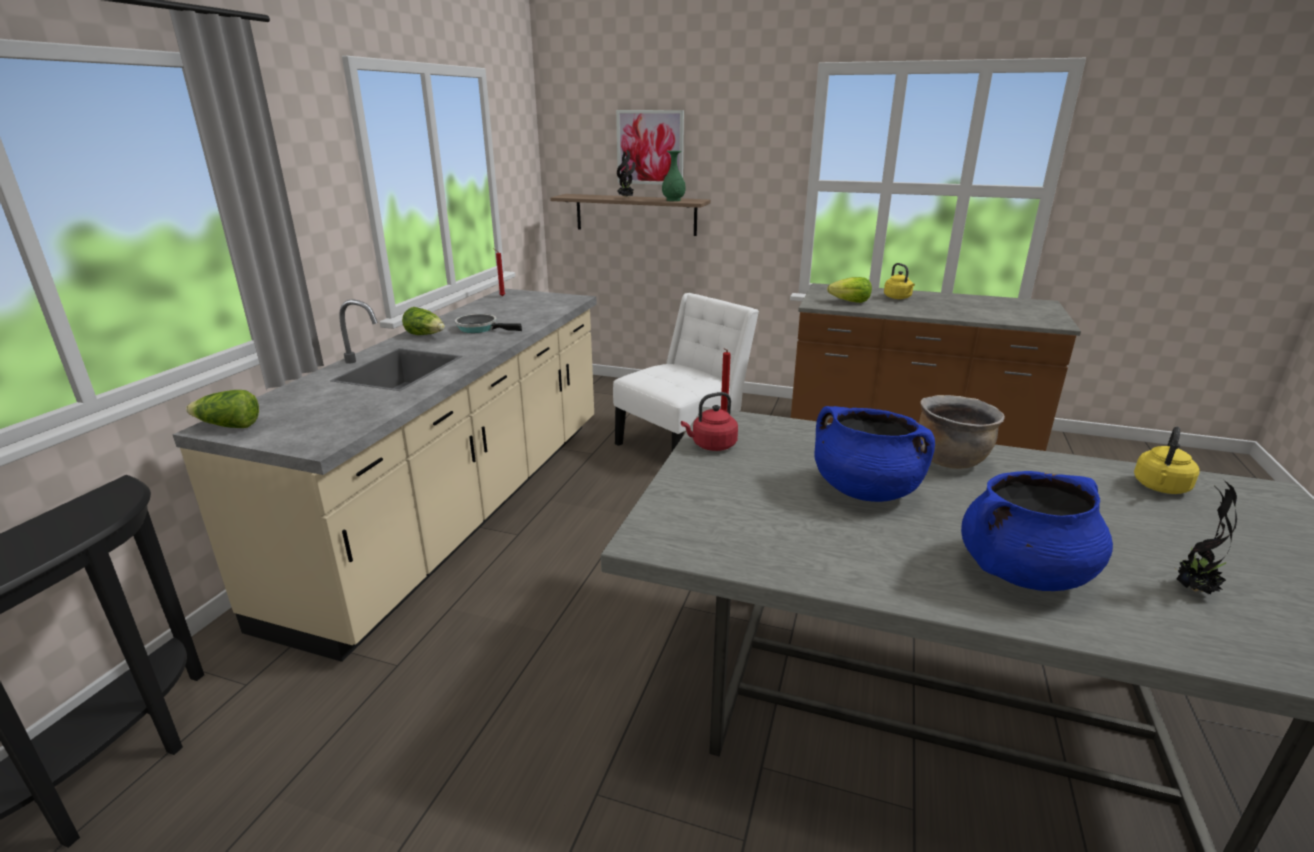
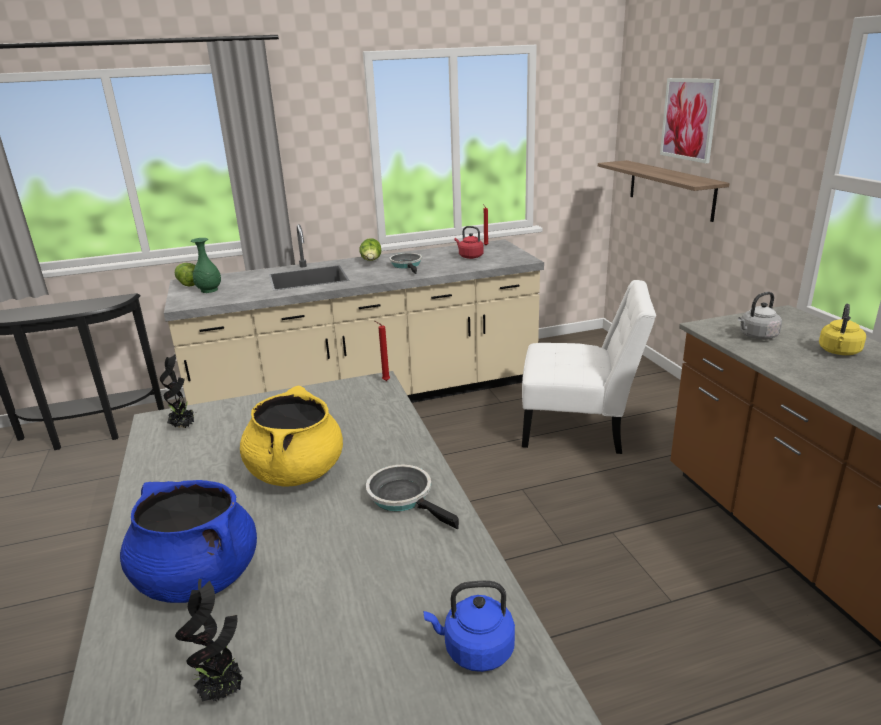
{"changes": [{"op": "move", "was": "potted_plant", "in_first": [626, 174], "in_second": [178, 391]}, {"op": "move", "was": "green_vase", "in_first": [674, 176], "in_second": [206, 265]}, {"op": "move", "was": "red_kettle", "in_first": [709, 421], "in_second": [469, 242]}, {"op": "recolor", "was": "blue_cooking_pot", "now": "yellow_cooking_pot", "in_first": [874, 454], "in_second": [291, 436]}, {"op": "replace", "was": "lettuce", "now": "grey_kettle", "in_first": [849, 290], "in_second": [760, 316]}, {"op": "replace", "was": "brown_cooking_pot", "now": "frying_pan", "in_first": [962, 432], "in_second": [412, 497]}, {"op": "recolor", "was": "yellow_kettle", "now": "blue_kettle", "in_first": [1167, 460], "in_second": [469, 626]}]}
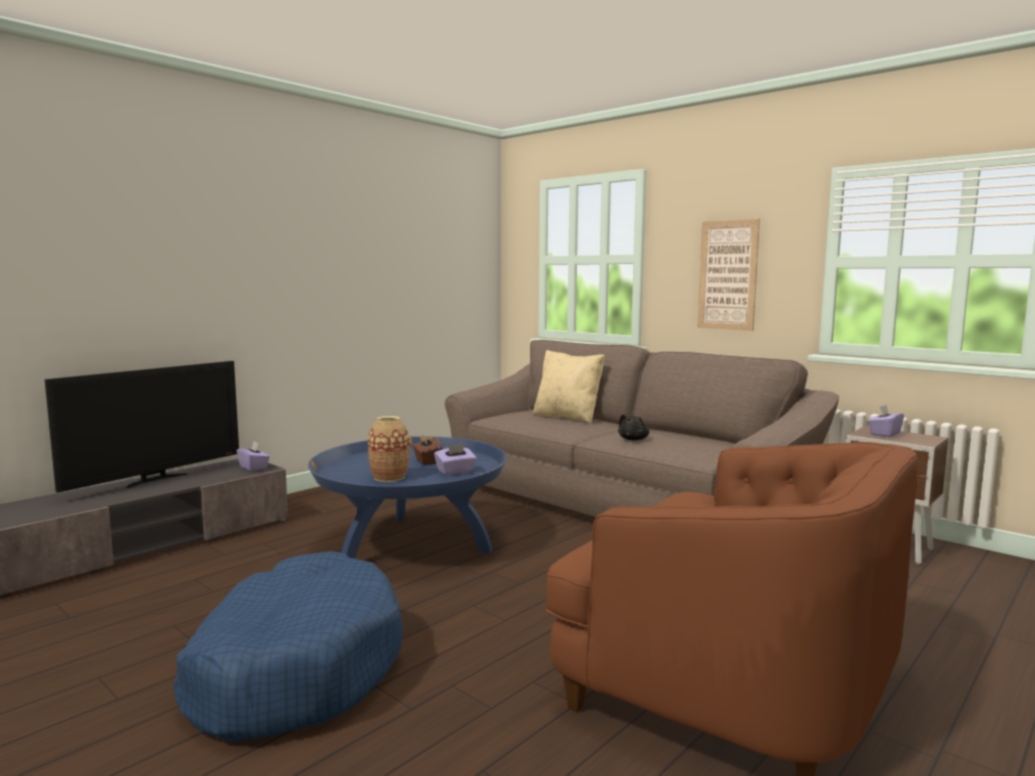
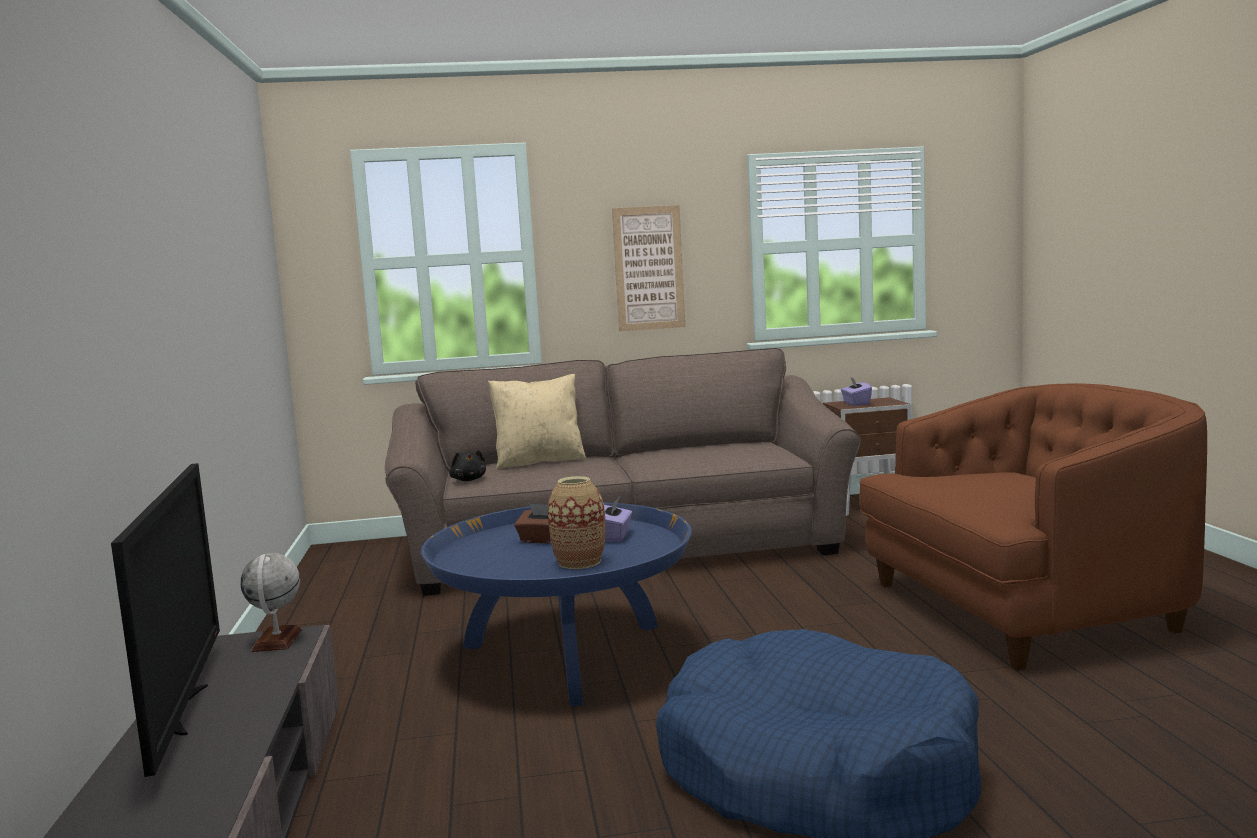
{"changes": [{"op": "replace", "was": "purple_tissue_box", "now": "globe", "in_first": [253, 456], "in_second": [271, 602]}, {"op": "move", "was": "black_plush_toy", "in_first": [633, 427], "in_second": [467, 465]}]}
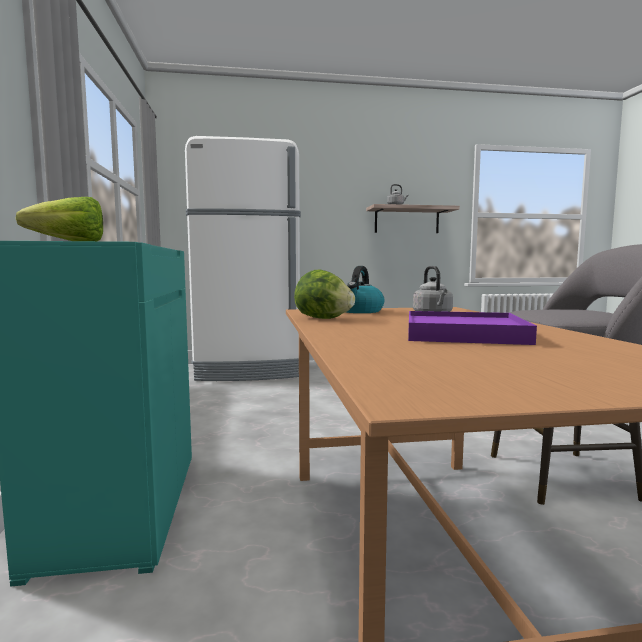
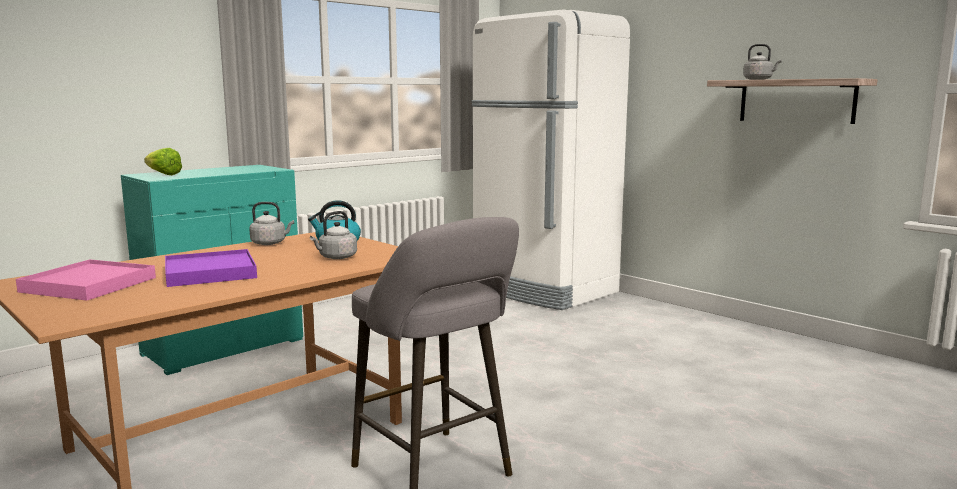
{"changes": [{"op": "replace", "was": "lettuce", "now": "grey_kettle", "in_first": [324, 294], "in_second": [271, 223]}, {"op": "insert", "now": "pink_tray", "in_second": [86, 280]}]}
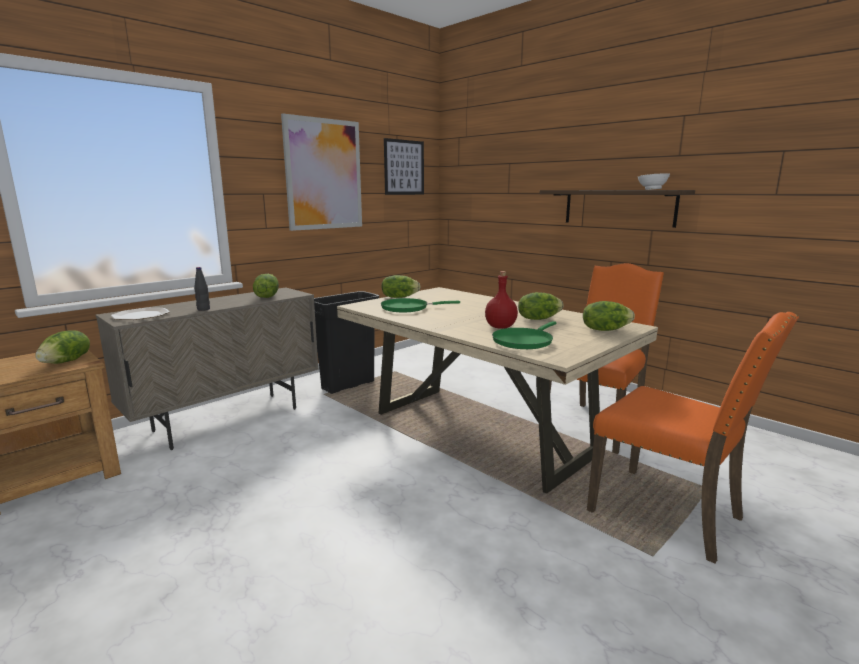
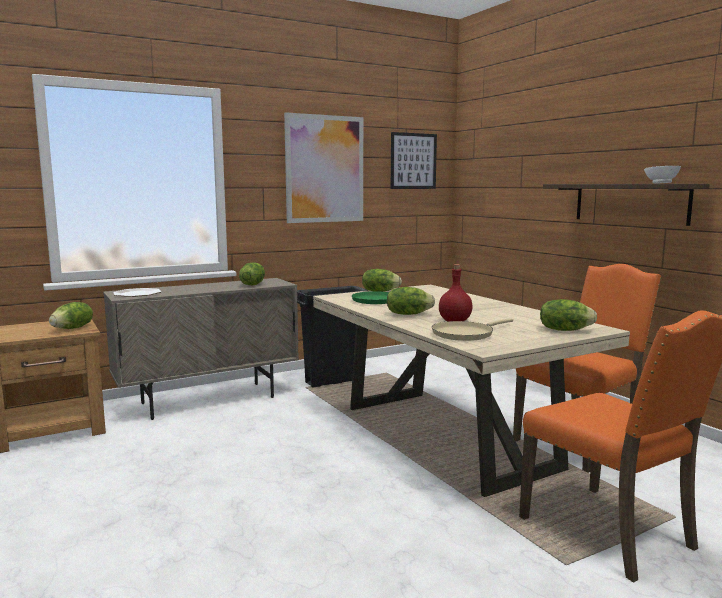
{"changes": [{"op": "delete", "was": "black_bottle", "in_first": [202, 289]}, {"op": "recolor", "was": "green_frying_pan", "now": "beige_frying_pan", "in_first": [524, 335], "in_second": [472, 329]}, {"op": "move", "was": "lettuce", "in_first": [541, 306], "in_second": [411, 301]}]}
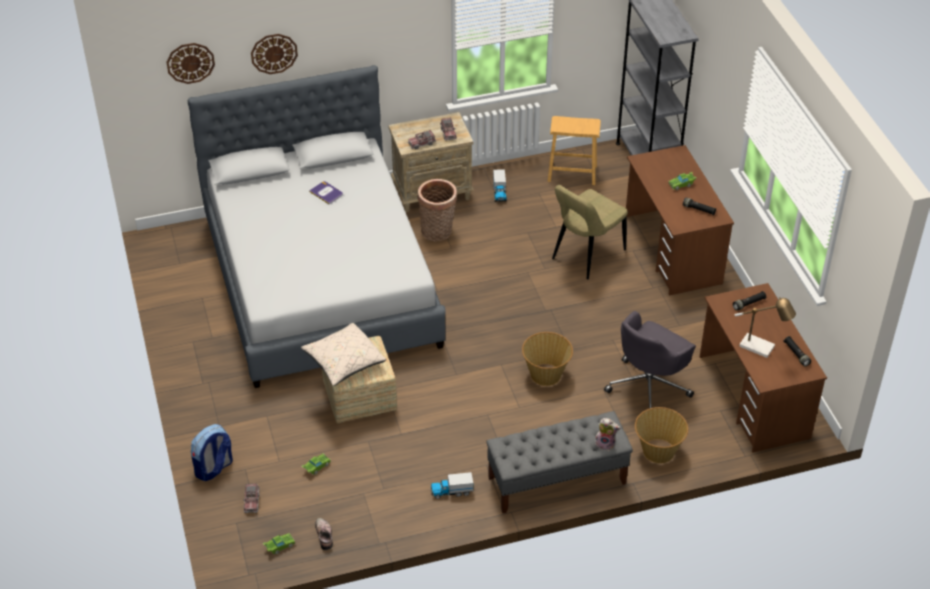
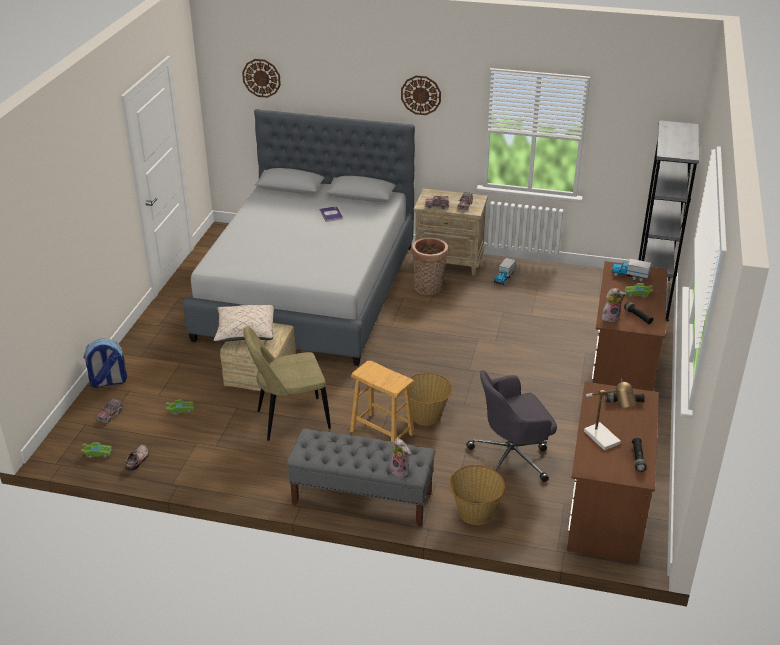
{"changes": [{"op": "move", "was": "wall_clock", "in_first": [274, 54], "in_second": [421, 95]}, {"op": "move", "was": "toy_truck", "in_first": [452, 485], "in_second": [631, 270]}, {"op": "move", "was": "brown_stool", "in_first": [574, 150], "in_second": [382, 401]}, {"op": "move", "was": "beige_chair", "in_first": [590, 232], "in_second": [287, 384]}, {"op": "insert", "now": "plush_toy", "in_second": [614, 305]}]}
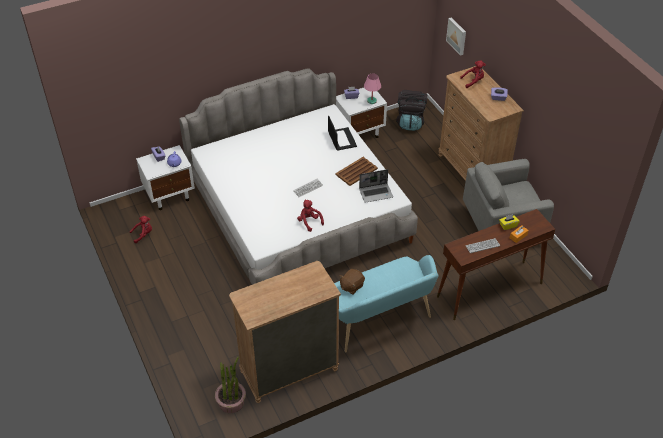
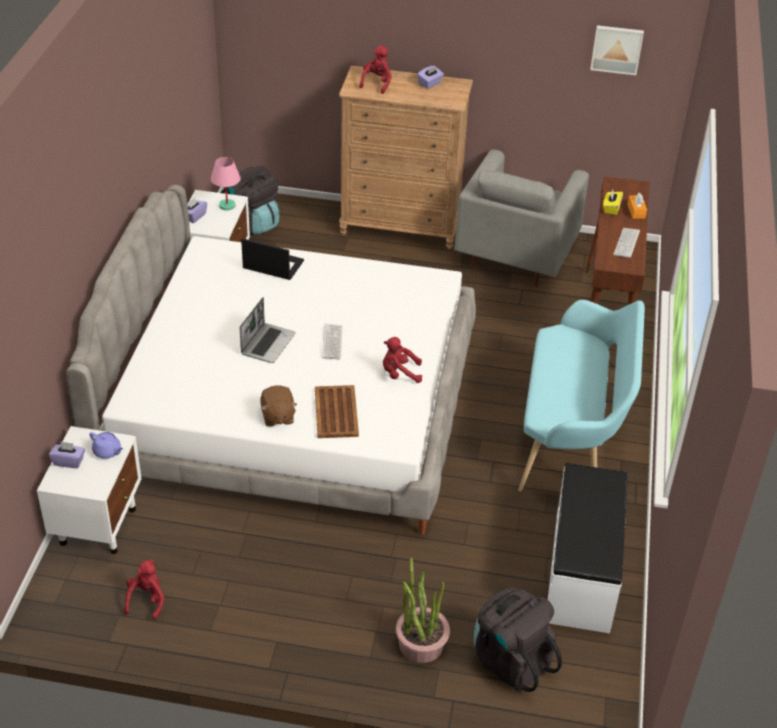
{"changes": [{"op": "move", "was": "potted_plant", "in_first": [230, 384], "in_second": [423, 610]}, {"op": "replace", "was": "brown_dresser", "now": "white_bench", "in_first": [285, 332], "in_second": [588, 548]}, {"op": "move", "was": "brown_tray", "in_first": [357, 171], "in_second": [337, 411]}, {"op": "move", "was": "brown_plush_toy", "in_first": [352, 281], "in_second": [278, 406]}, {"op": "move", "was": "laptop", "in_first": [376, 186], "in_second": [268, 330]}, {"op": "move", "was": "picture", "in_first": [456, 36], "in_second": [617, 50]}, {"op": "insert", "now": "black_backpack", "in_second": [518, 639]}]}
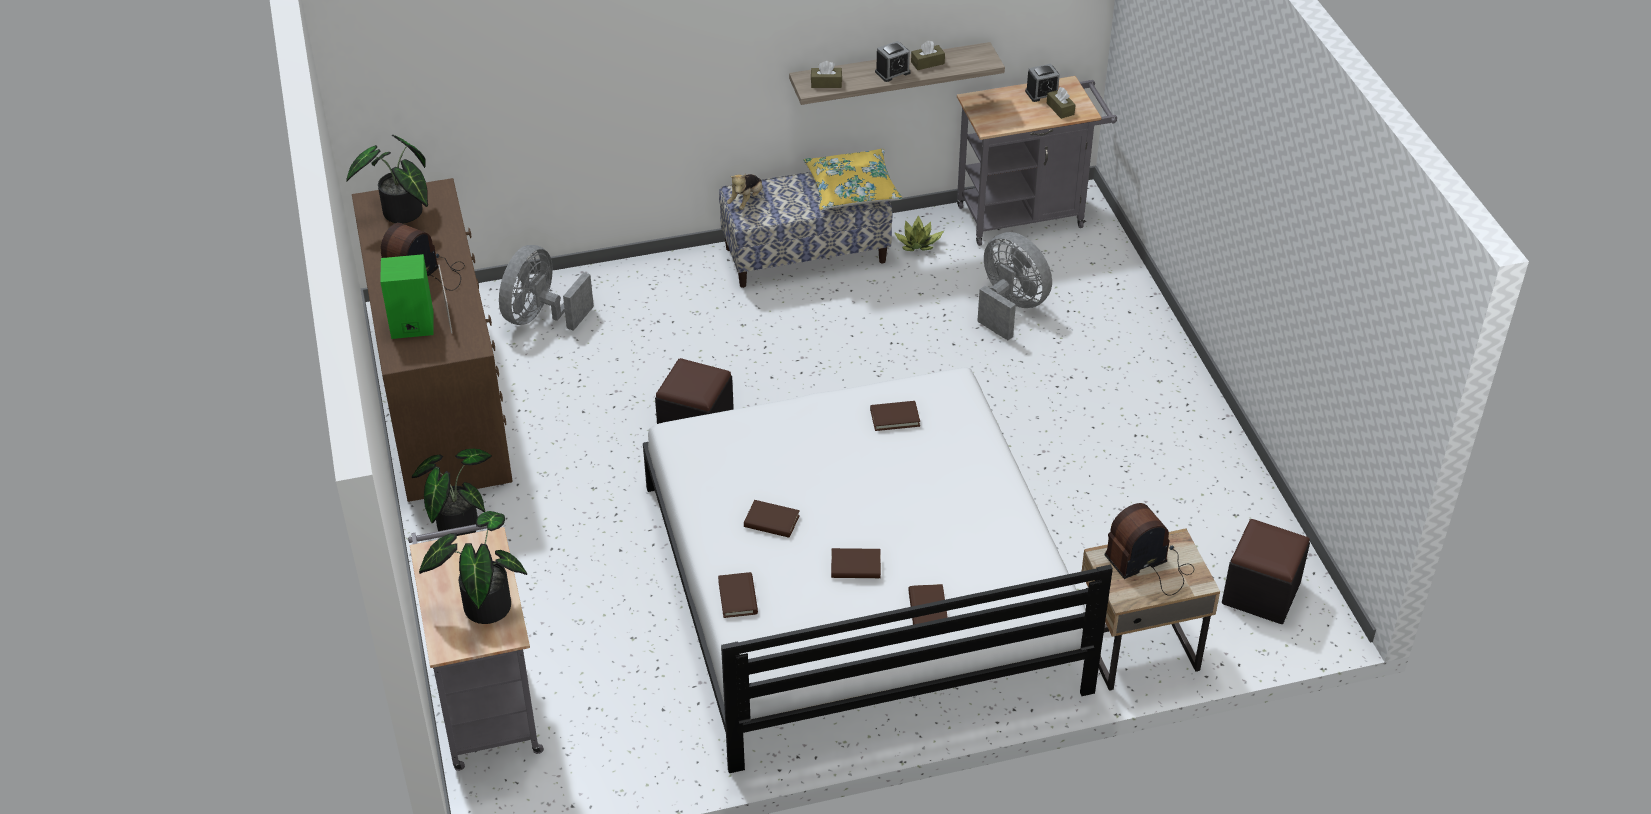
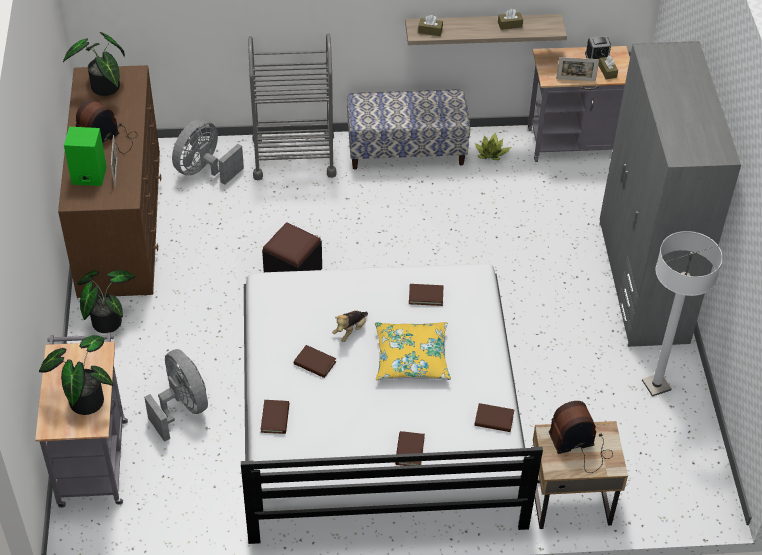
{"changes": [{"op": "move", "was": "plush_toy", "in_first": [745, 192], "in_second": [350, 326]}, {"op": "move", "was": "yellow_pillow", "in_first": [853, 179], "in_second": [413, 351]}, {"op": "move", "was": "brown_book", "in_first": [856, 563], "in_second": [494, 417]}, {"op": "delete", "was": "alarm_clock", "in_first": [893, 61]}, {"op": "move", "was": "grey_fan", "in_first": [1014, 286], "in_second": [176, 395]}, {"op": "delete", "was": "black_ottoman", "in_first": [1266, 571]}, {"op": "insert", "now": "grey_cart", "in_second": [292, 107]}, {"op": "insert", "now": "picture_frame", "in_second": [577, 69]}, {"op": "insert", "now": "grey_wardrobe", "in_second": [670, 194]}, {"op": "insert", "now": "white_floor_lamp", "in_second": [682, 313]}]}
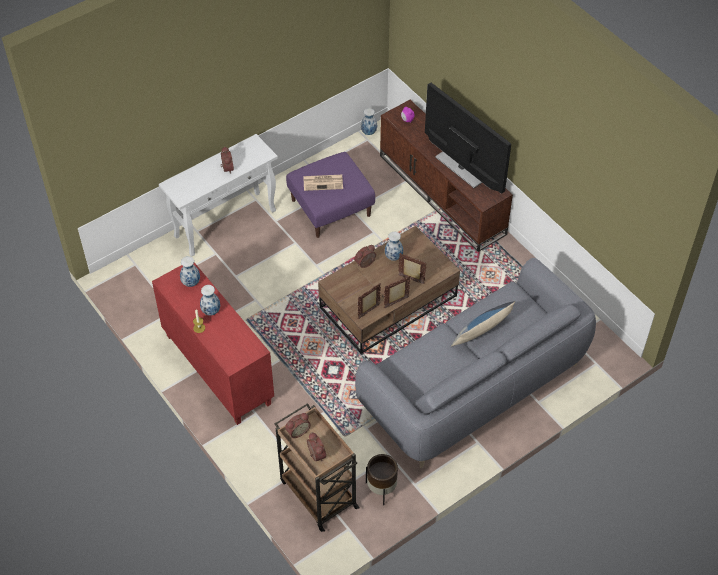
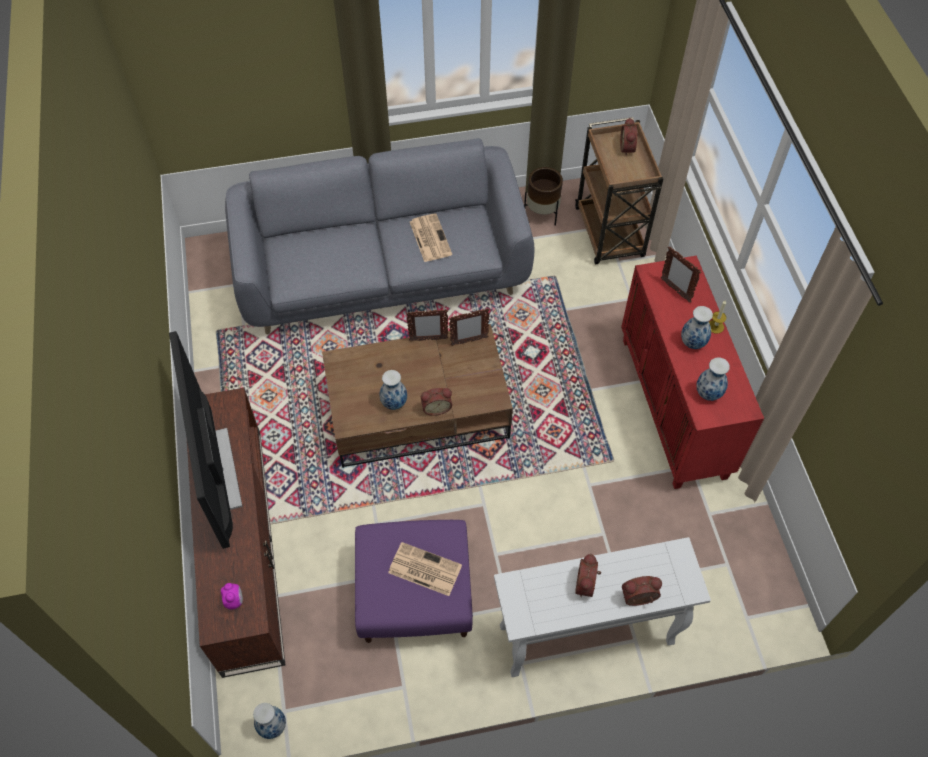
{"changes": [{"op": "move", "was": "alarm_clock", "in_first": [298, 425], "in_second": [642, 591]}, {"op": "move", "was": "picture_frame", "in_first": [412, 268], "in_second": [681, 275]}, {"op": "delete", "was": "pillow", "in_first": [483, 324]}, {"op": "insert", "now": "newspaper", "in_second": [431, 238]}]}
